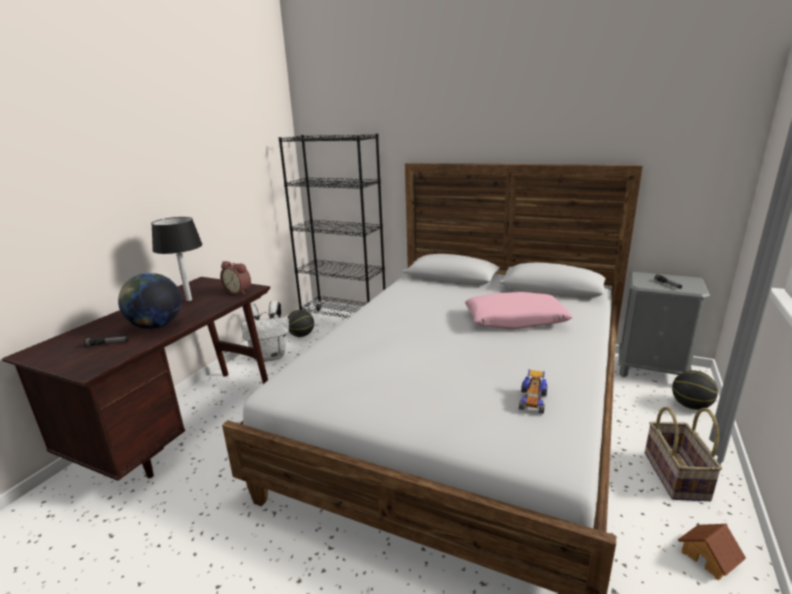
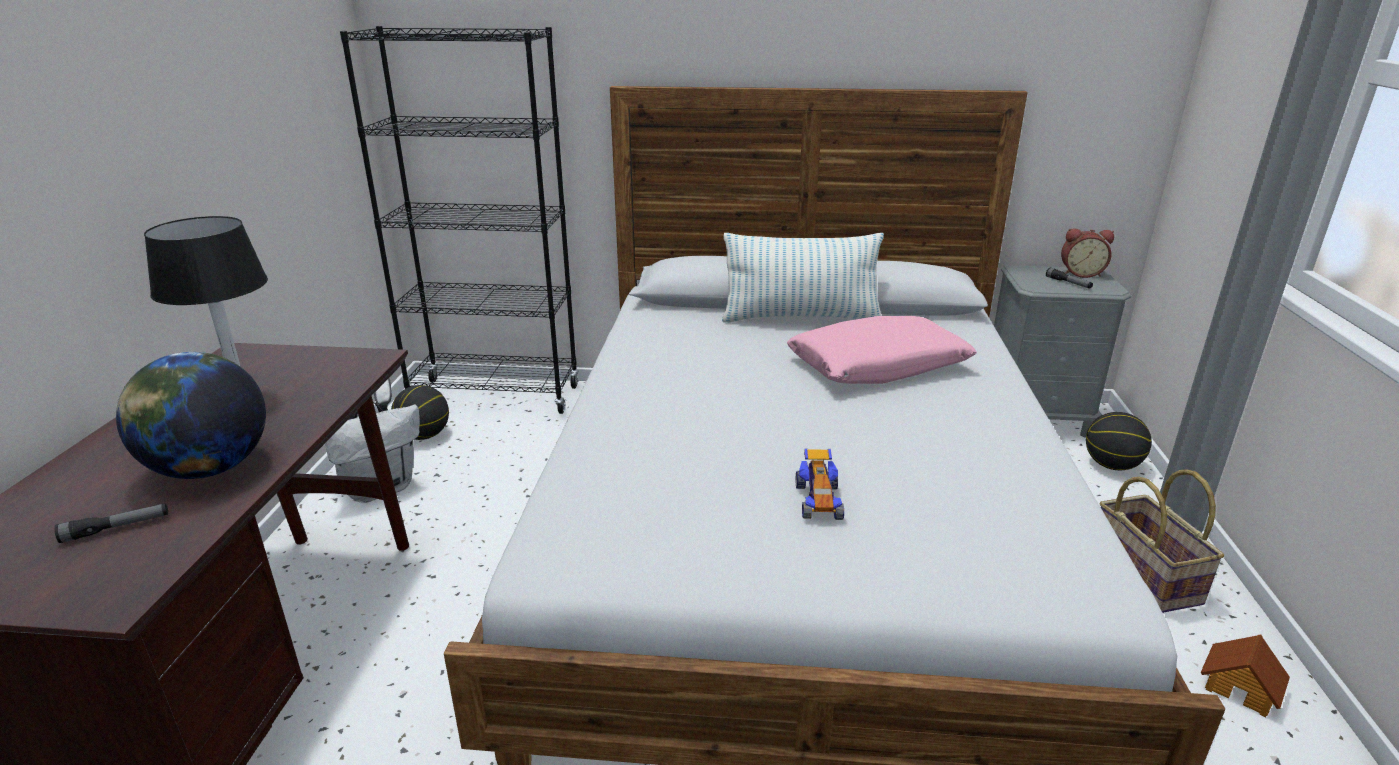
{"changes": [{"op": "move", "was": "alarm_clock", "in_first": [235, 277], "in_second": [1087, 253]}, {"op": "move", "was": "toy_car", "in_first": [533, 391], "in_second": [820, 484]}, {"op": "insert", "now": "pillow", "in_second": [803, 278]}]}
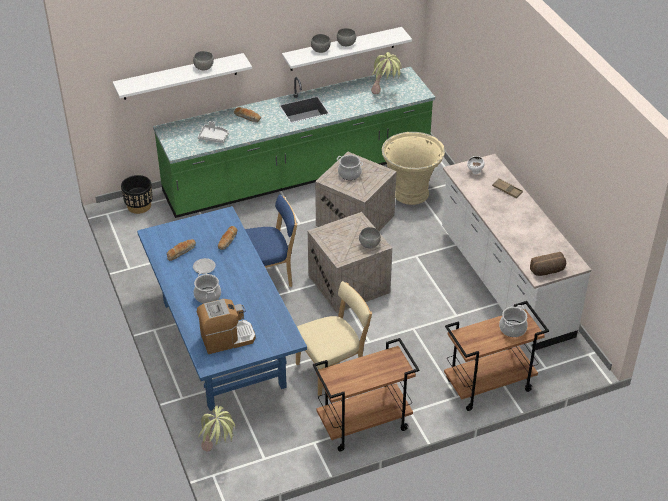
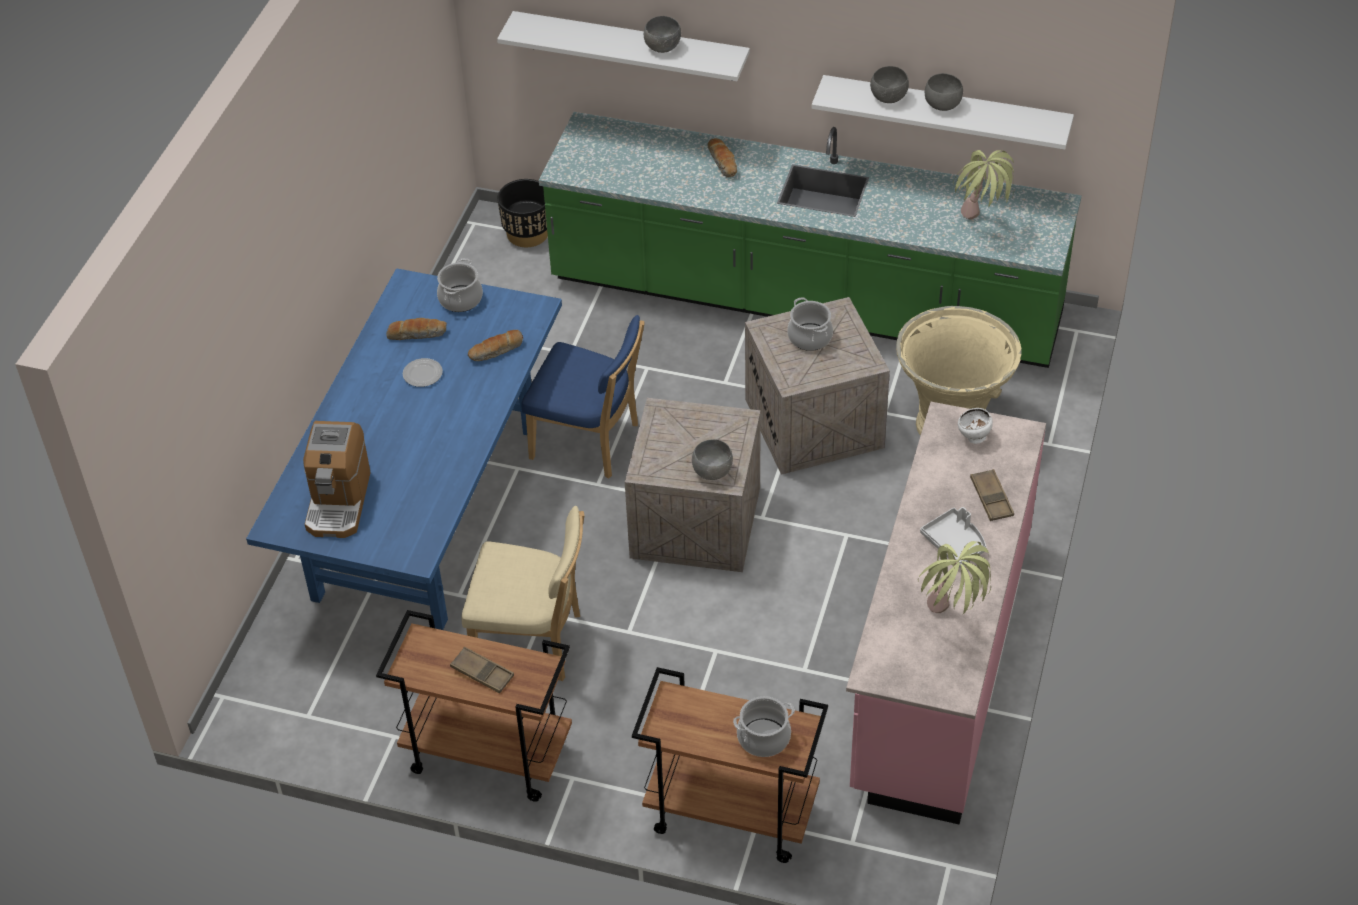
{"changes": [{"op": "move", "was": "cooking_pot", "in_first": [207, 288], "in_second": [460, 285]}, {"op": "rotate", "was": "coffee_machine", "in_first": [226, 326], "in_second": [337, 479], "clockwise": 75}, {"op": "move", "was": "grey_tray", "in_first": [213, 132], "in_second": [953, 537]}, {"op": "move", "was": "potted_plant", "in_first": [216, 428], "in_second": [954, 577]}, {"op": "recolor", "was": "white_counter", "now": "pink_counter", "in_first": [516, 252], "in_second": [946, 613]}, {"op": "delete", "was": "bread", "in_first": [548, 264]}, {"op": "insert", "now": "brown_tray", "in_second": [482, 670]}]}
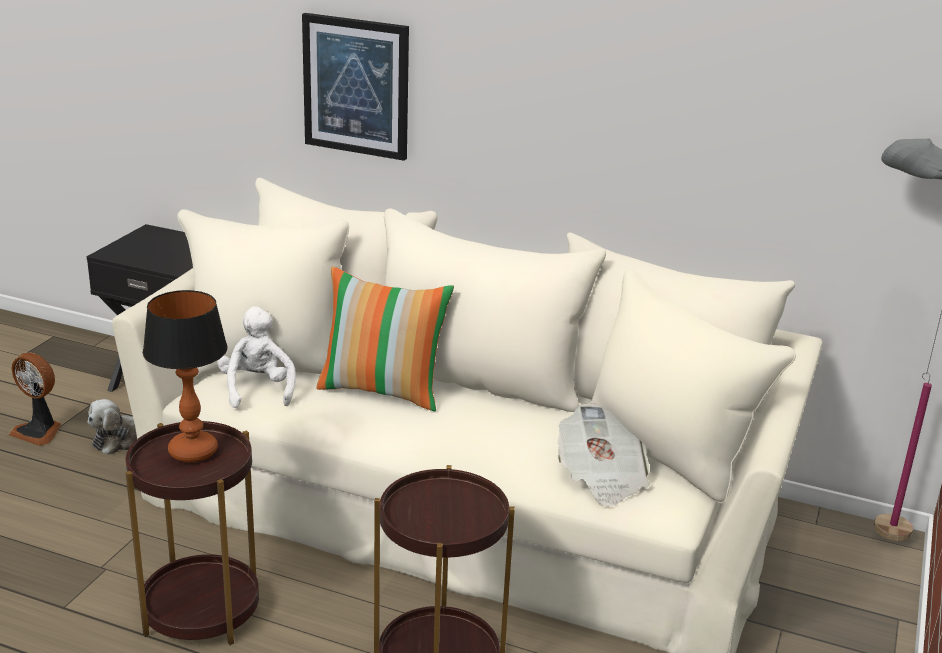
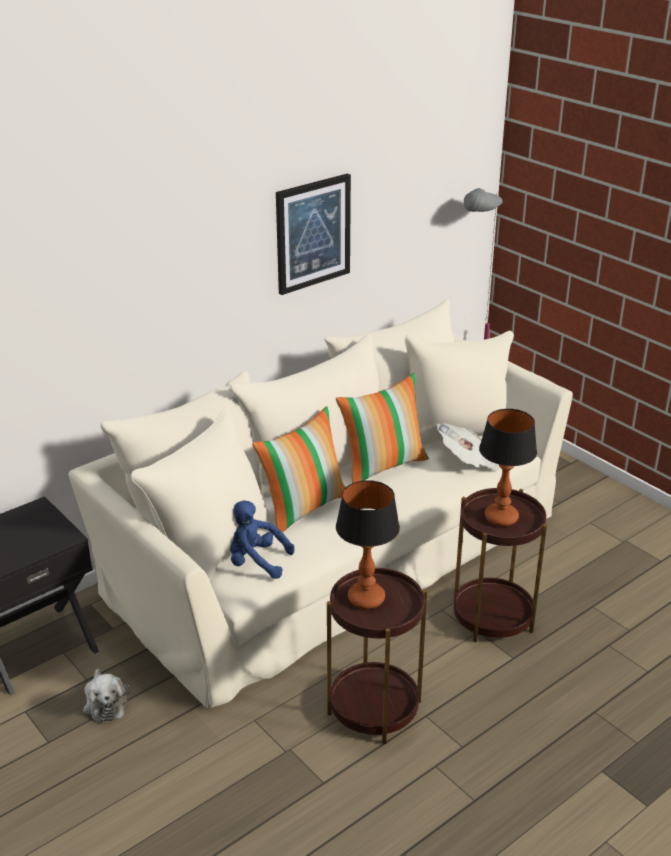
{"changes": [{"op": "delete", "was": "fan", "in_first": [35, 399]}, {"op": "recolor", "was": "white_plush_toy", "now": "blue_plush_toy", "in_first": [256, 357], "in_second": [262, 539]}, {"op": "move", "was": "picture", "in_first": [355, 87], "in_second": [313, 234]}, {"op": "insert", "now": "pillow", "in_second": [382, 428]}, {"op": "insert", "now": "table_lamp", "in_second": [508, 467]}]}
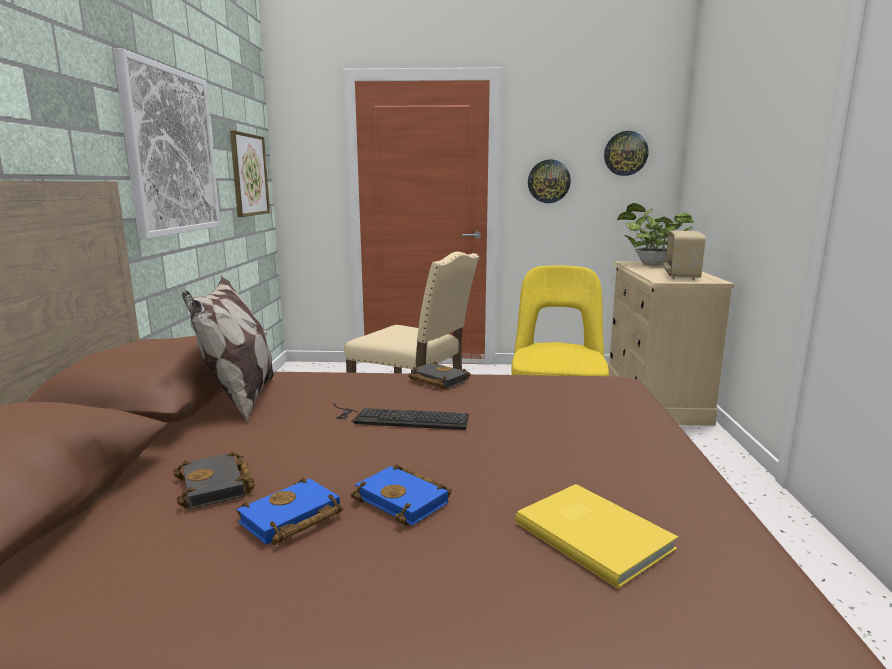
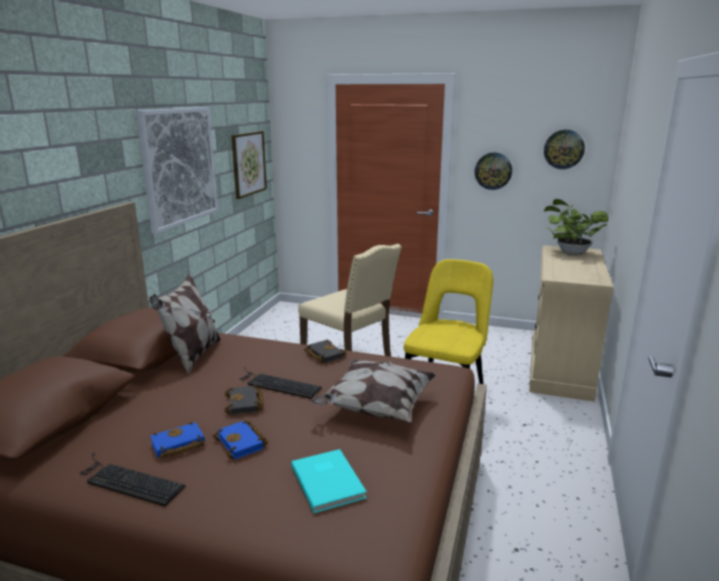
{"changes": [{"op": "move", "was": "black_book", "in_first": [214, 480], "in_second": [244, 400]}, {"op": "recolor", "was": "yellow_book", "now": "turquoise_book", "in_first": [597, 536], "in_second": [329, 481]}, {"op": "delete", "was": "radio", "in_first": [684, 255]}, {"op": "insert", "now": "keyboard", "in_second": [132, 479]}, {"op": "insert", "now": "pillow", "in_second": [373, 390]}]}
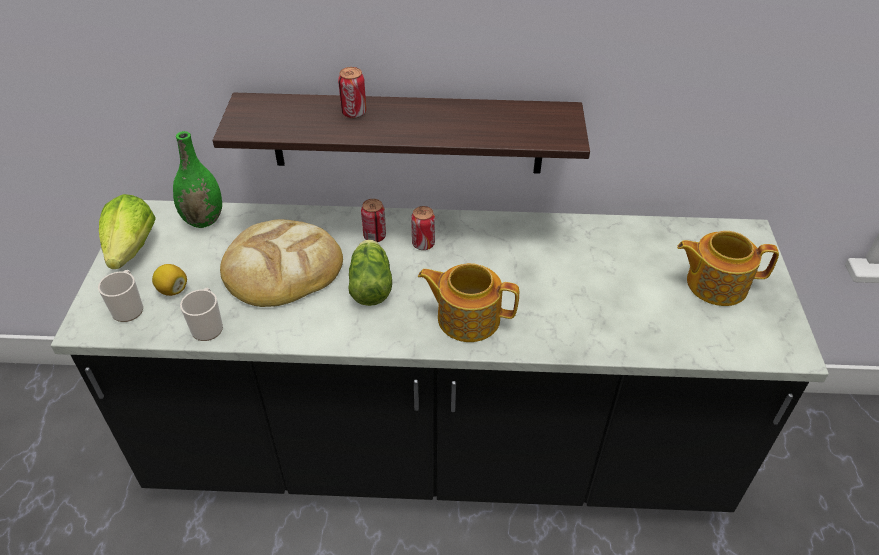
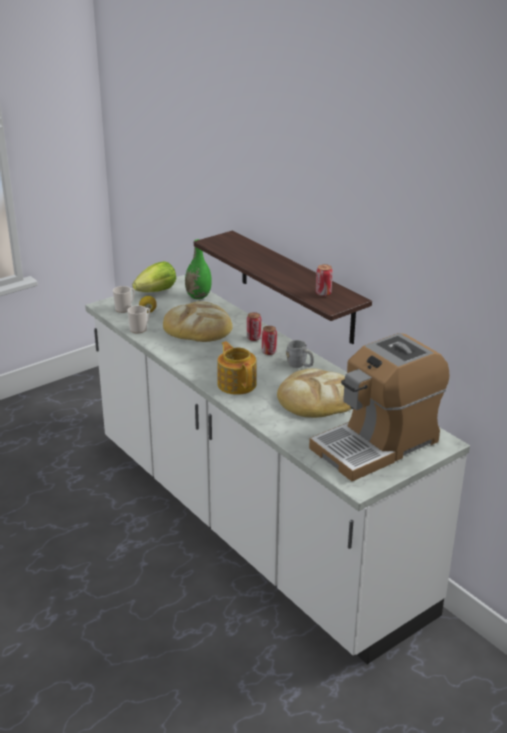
{"changes": [{"op": "recolor", "was": "black_counter", "now": "white_counter", "in_first": [440, 356], "in_second": [277, 469]}, {"op": "move", "was": "can", "in_first": [352, 92], "in_second": [324, 280]}, {"op": "delete", "was": "lettuce", "in_first": [370, 272]}, {"op": "replace", "was": "teapot", "now": "coffee_machine", "in_first": [728, 268], "in_second": [379, 407]}, {"op": "insert", "now": "bread", "in_second": [314, 393]}, {"op": "insert", "now": "grey_mug", "in_second": [300, 354]}]}
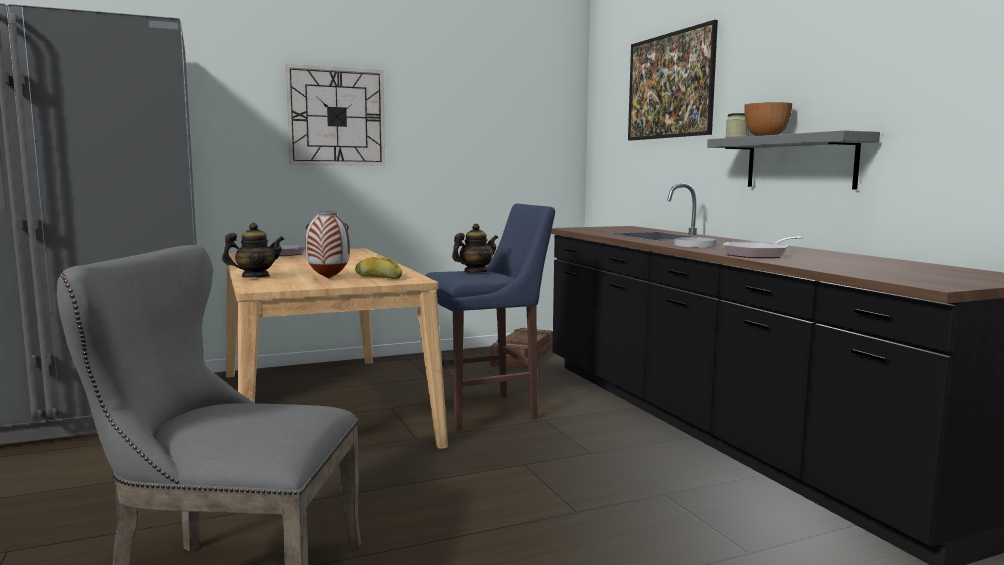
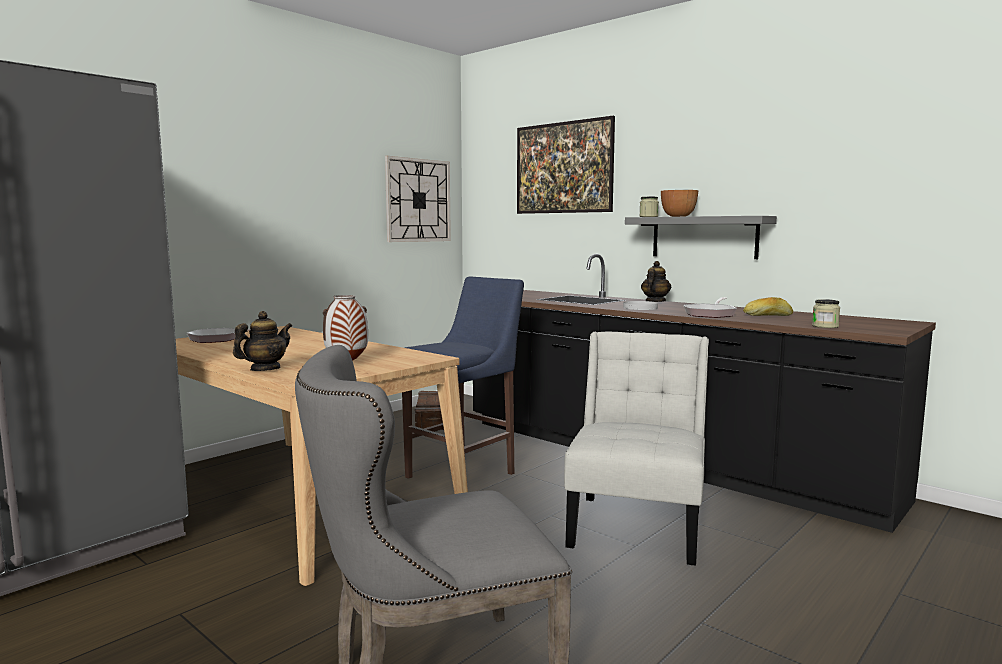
{"changes": [{"op": "move", "was": "wall_clock", "in_first": [335, 115], "in_second": [418, 199]}, {"op": "move", "was": "bread", "in_first": [378, 268], "in_second": [768, 306]}, {"op": "move", "was": "teapot", "in_first": [475, 248], "in_second": [656, 281]}, {"op": "insert", "now": "white_chair", "in_second": [636, 449]}, {"op": "insert", "now": "jar", "in_second": [826, 313]}]}
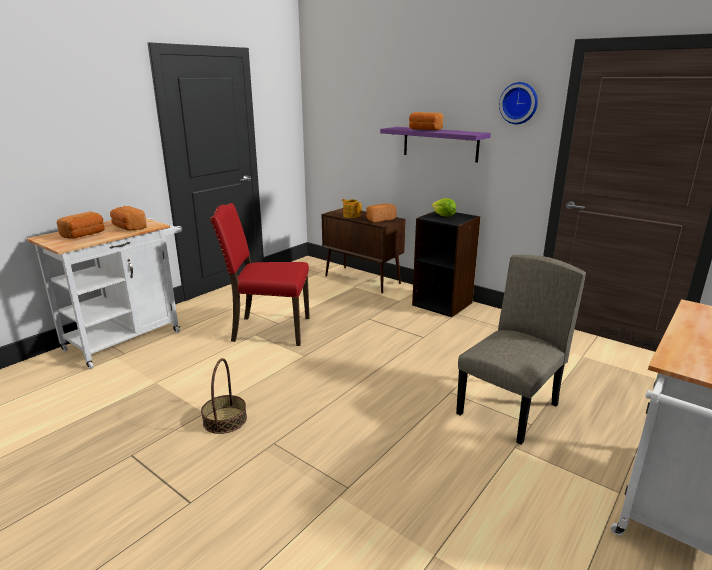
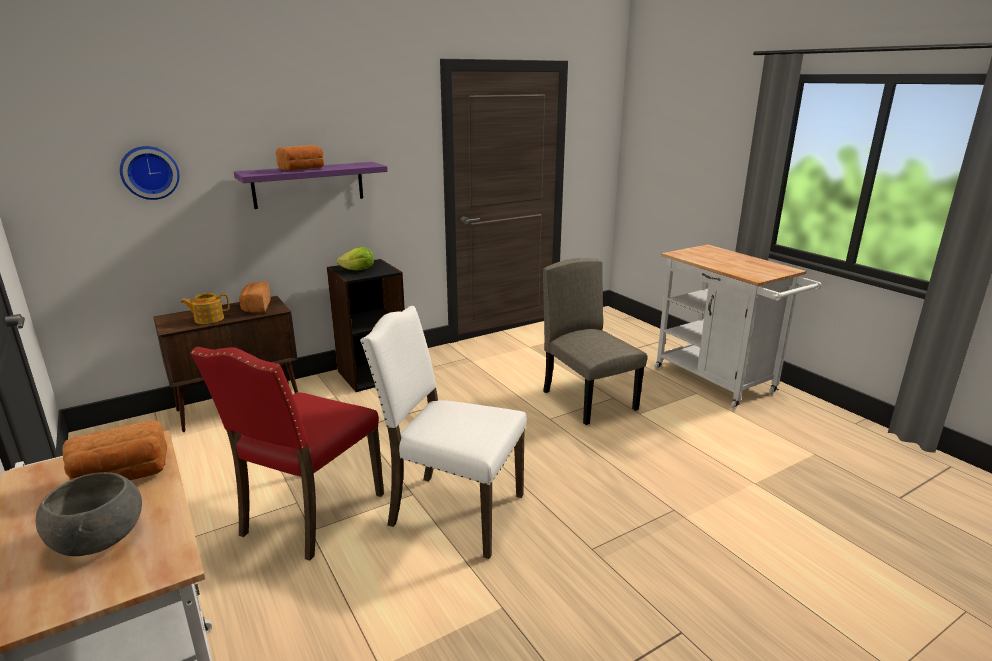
{"changes": [{"op": "replace", "was": "bread", "now": "grey_bowl", "in_first": [81, 225], "in_second": [89, 514]}, {"op": "delete", "was": "basket", "in_first": [224, 396]}, {"op": "move", "was": "wall_clock", "in_first": [518, 103], "in_second": [150, 173]}, {"op": "insert", "now": "white_chair", "in_second": [443, 432]}]}
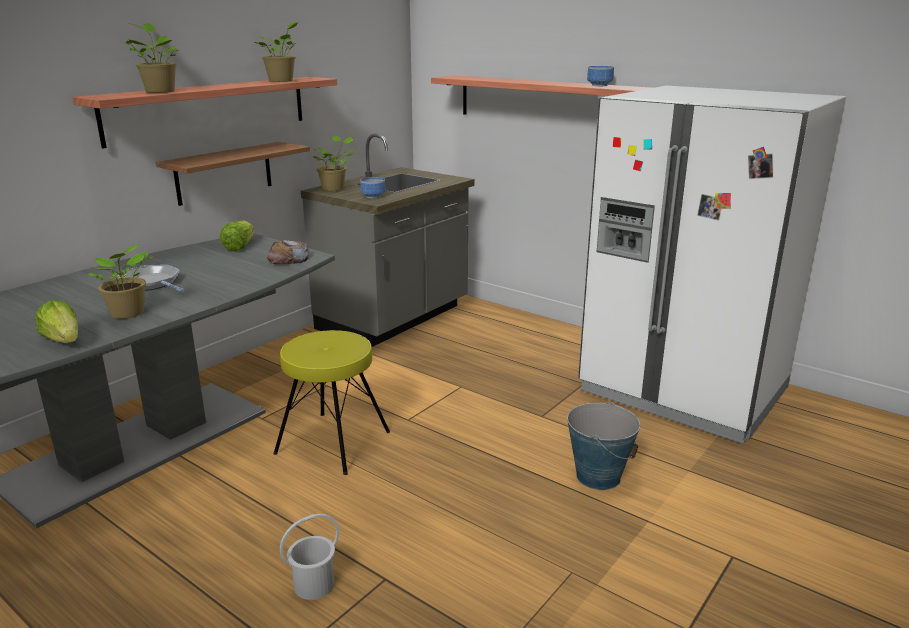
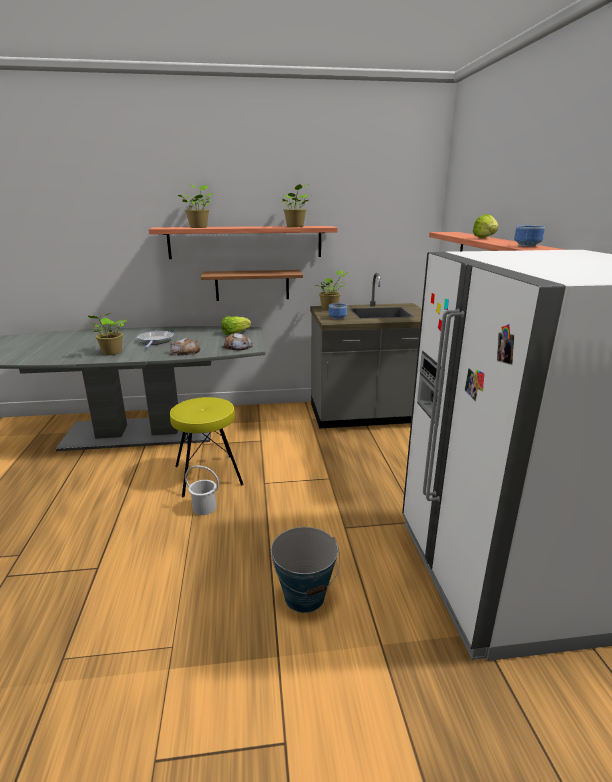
{"changes": [{"op": "move", "was": "lettuce", "in_first": [56, 321], "in_second": [485, 226]}, {"op": "move", "was": "white_bucket", "in_first": [309, 557], "in_second": [202, 490]}, {"op": "insert", "now": "bread", "in_second": [185, 347]}]}
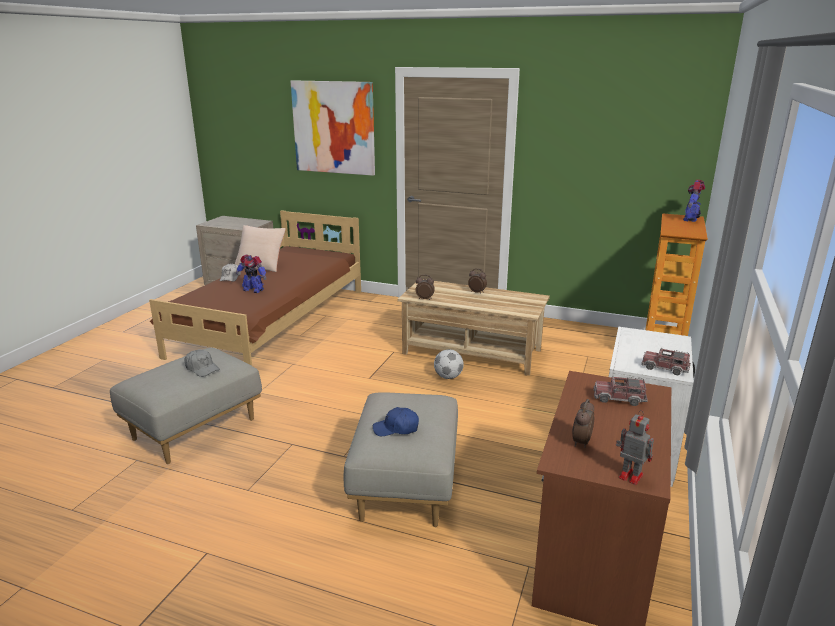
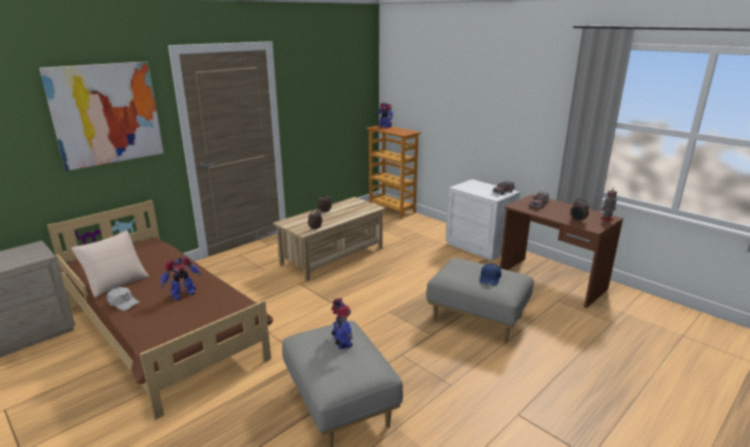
{"changes": [{"op": "replace", "was": "grey_cap", "now": "toy_robot", "in_first": [202, 363], "in_second": [342, 323]}, {"op": "delete", "was": "football", "in_first": [449, 364]}]}
